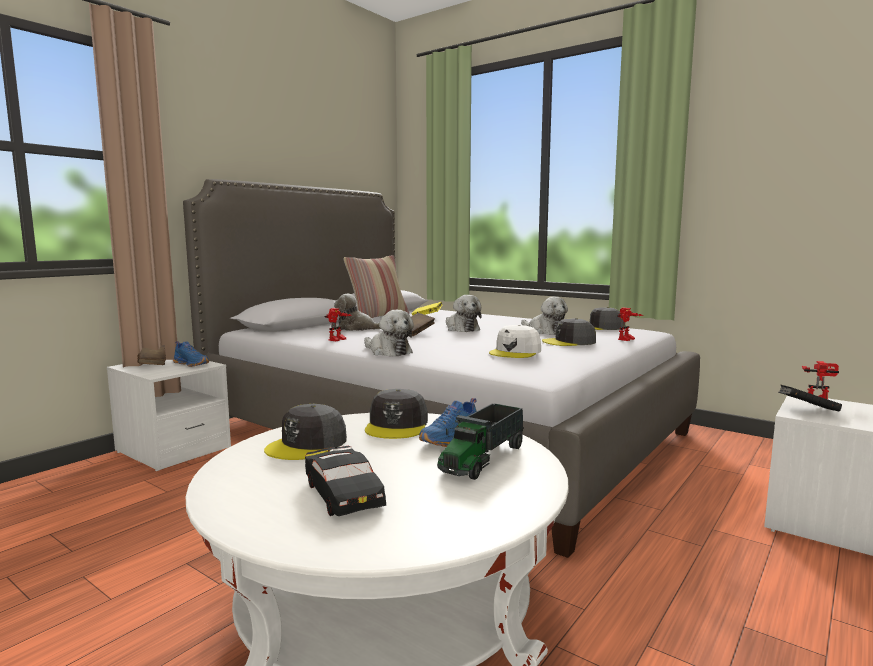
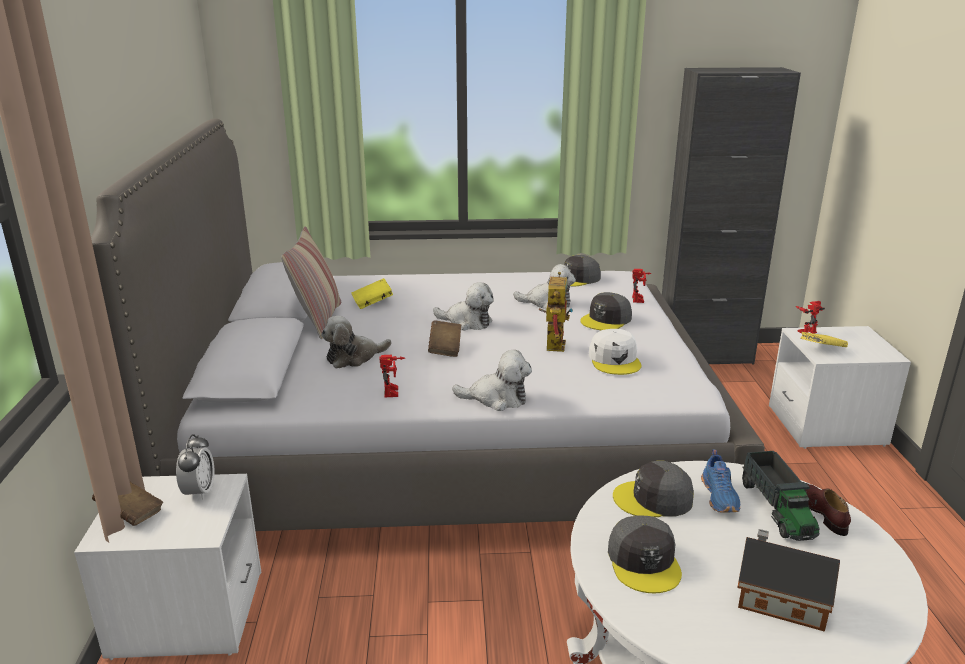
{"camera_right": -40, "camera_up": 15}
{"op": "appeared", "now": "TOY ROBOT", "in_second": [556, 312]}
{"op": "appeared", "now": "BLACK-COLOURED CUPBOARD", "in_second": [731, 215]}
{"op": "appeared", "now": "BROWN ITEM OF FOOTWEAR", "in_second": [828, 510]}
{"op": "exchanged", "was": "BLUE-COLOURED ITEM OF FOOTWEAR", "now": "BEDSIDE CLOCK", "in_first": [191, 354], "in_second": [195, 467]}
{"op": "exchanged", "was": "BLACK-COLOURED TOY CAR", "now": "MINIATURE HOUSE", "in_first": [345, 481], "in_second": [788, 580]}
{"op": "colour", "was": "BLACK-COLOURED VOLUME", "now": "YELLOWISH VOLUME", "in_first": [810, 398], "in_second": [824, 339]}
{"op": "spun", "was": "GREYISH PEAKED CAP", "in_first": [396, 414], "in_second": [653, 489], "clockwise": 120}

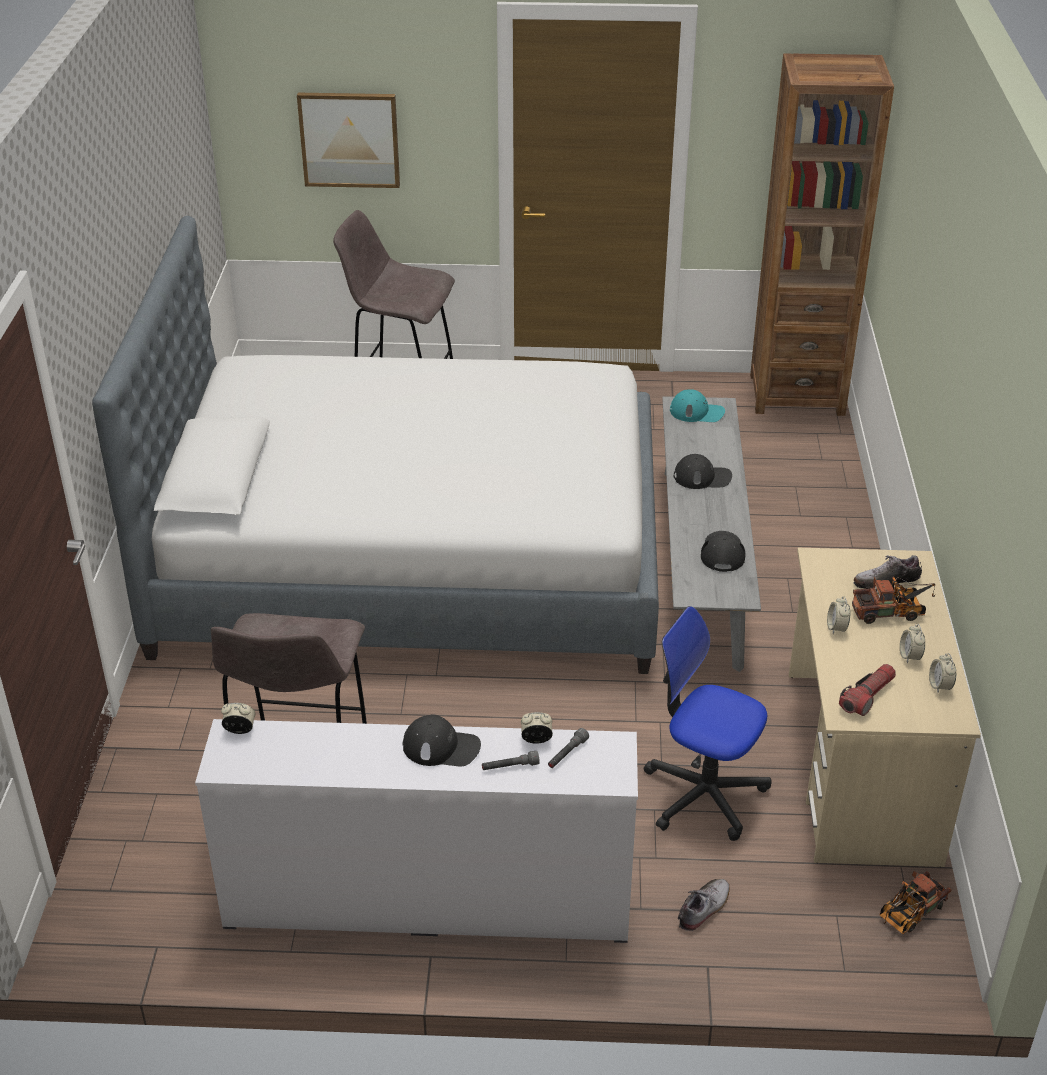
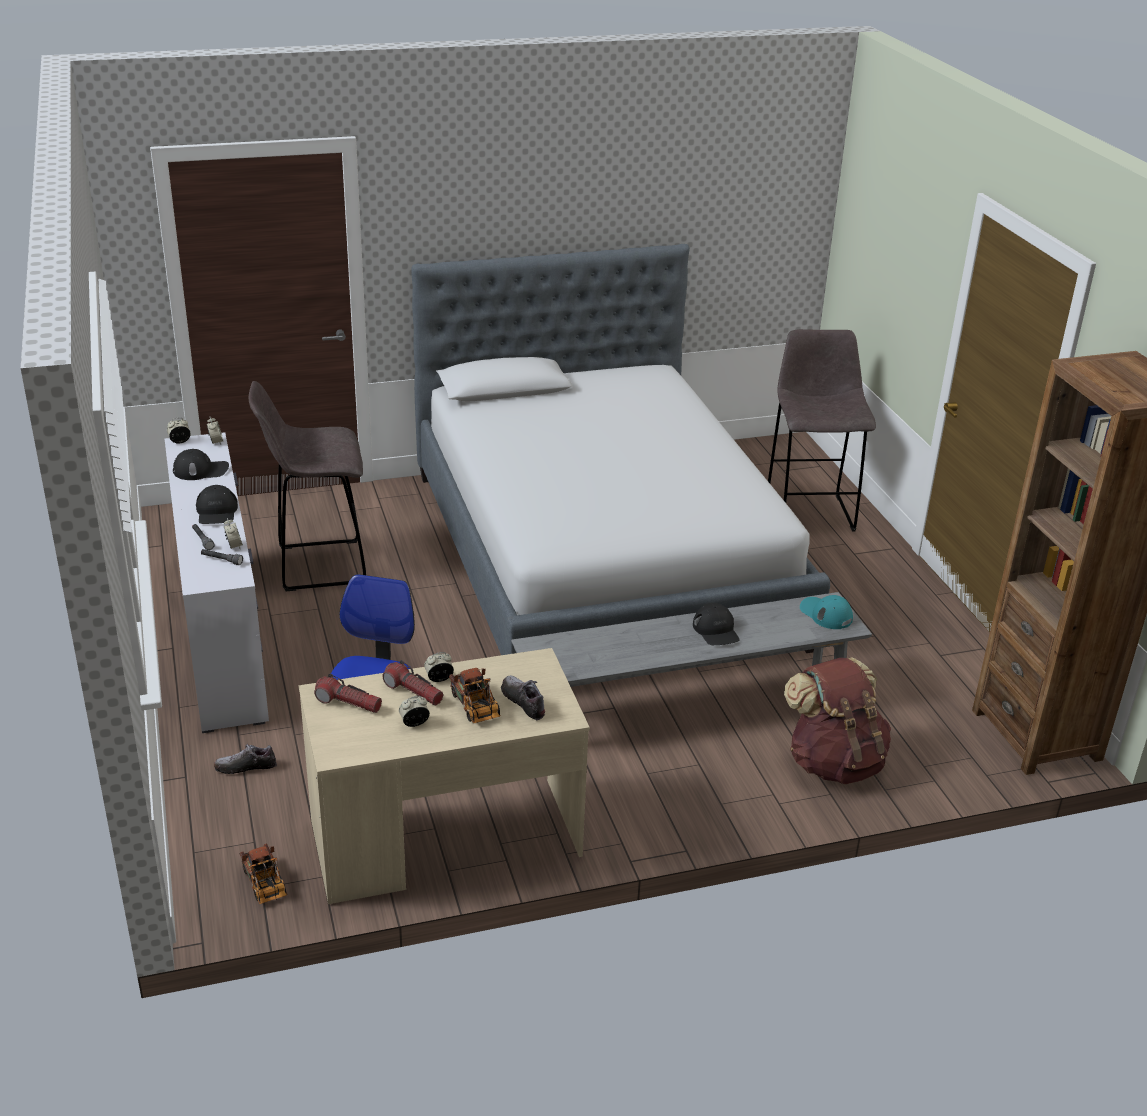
{"camera_right": 70, "camera_up": -5}
{"op": "missing", "was": "WALL PICTURE", "in_first": [348, 140]}
{"op": "appeared", "now": "TORCH", "in_second": [413, 682]}
{"op": "appeared", "now": "BROWN BACKPACK", "in_second": [837, 720]}
{"op": "relocated", "was": "BLACK-COLOURED PEAKED CAP", "in_first": [723, 551], "in_second": [201, 464]}
{"op": "relocated", "was": "BEDSIDE CLOCK", "in_first": [942, 673], "in_second": [179, 431]}
{"op": "spun", "was": "TURQUOISE-COLOURED PEAKED CAP", "in_first": [697, 405], "in_second": [826, 612], "clockwise": 150}
{"op": "spun", "was": "ITEM OF FOOTWEAR", "in_first": [704, 905], "in_second": [245, 759], "clockwise": 150}
{"op": "spun", "was": "TOY LORRY", "in_first": [915, 902], "in_second": [263, 874], "clockwise": -150}

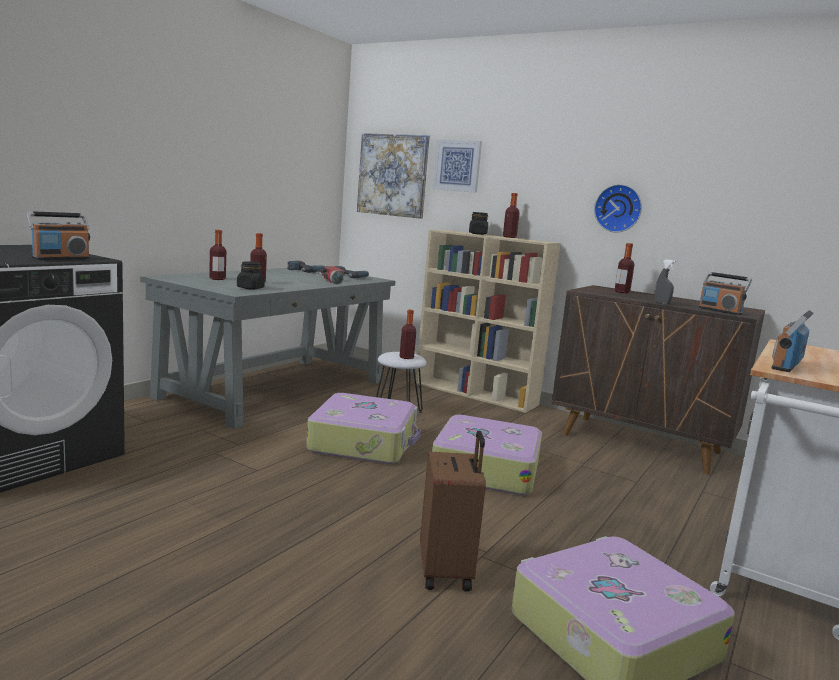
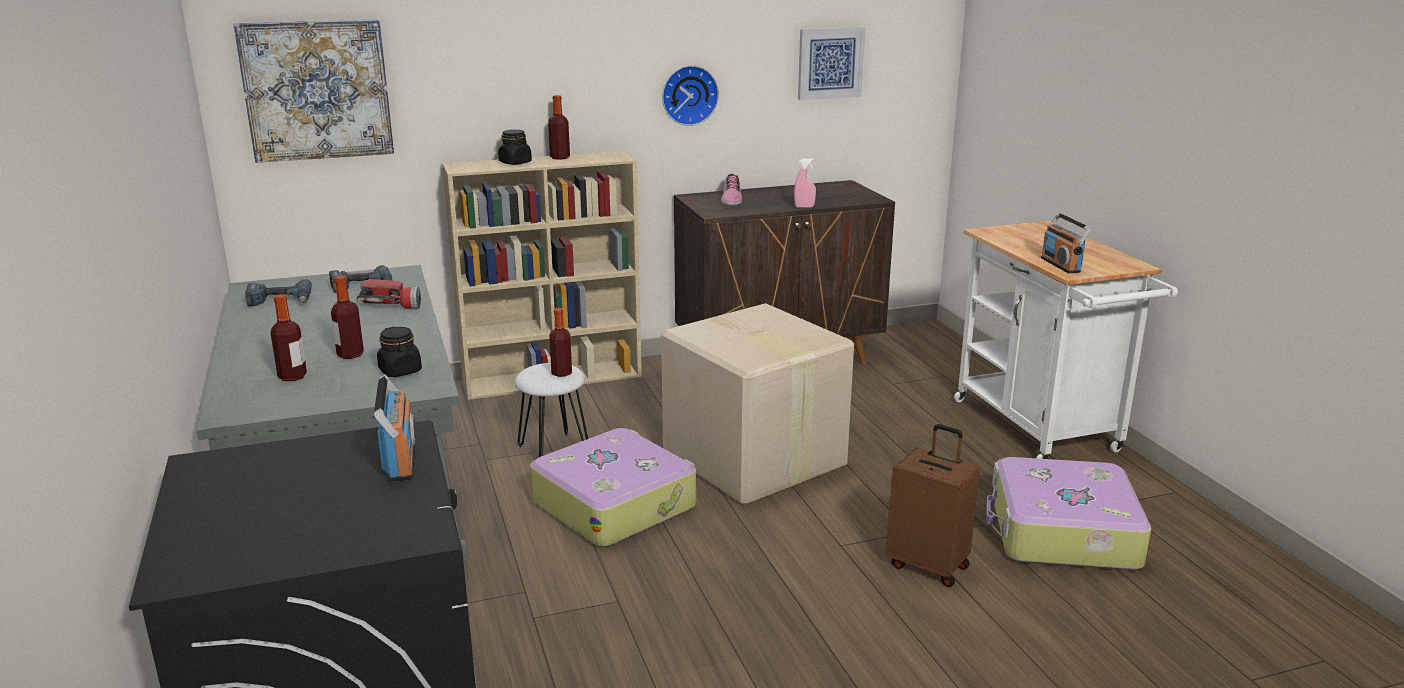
{"camera_right": -50, "camera_up": 10}
{"op": "missing", "was": "RADIO RECEIVER", "in_first": [725, 293]}
{"op": "relocated", "was": "WALL PICTURE", "in_first": [457, 166], "in_second": [831, 63]}
{"op": "exchanged", "was": "PIECE OF LUGGAGE", "now": "CARDBOARD BOX", "in_first": [487, 455], "in_second": [757, 404]}
{"op": "exchanged", "was": "DRINK BOTTLE", "now": "ITEM OF FOOTWEAR", "in_first": [624, 268], "in_second": [731, 190]}
{"op": "colour", "was": "GREYISH SPRAY BOTTLE", "now": "PINKISH SPRAY BOTTLE", "in_first": [665, 281], "in_second": [805, 183]}

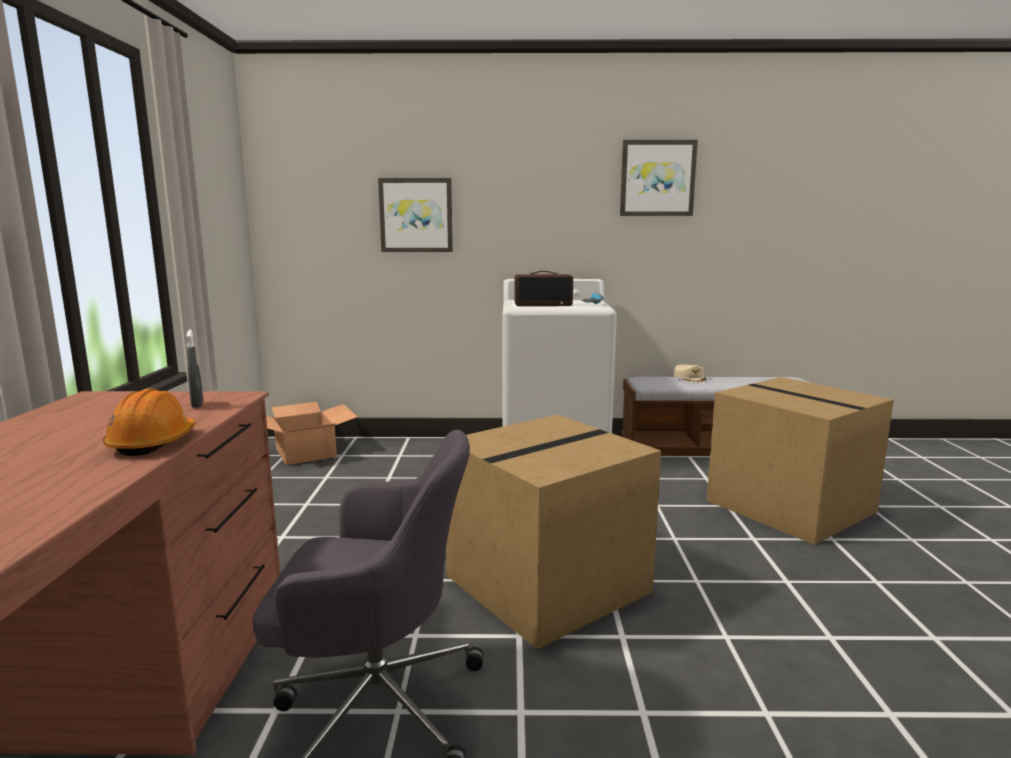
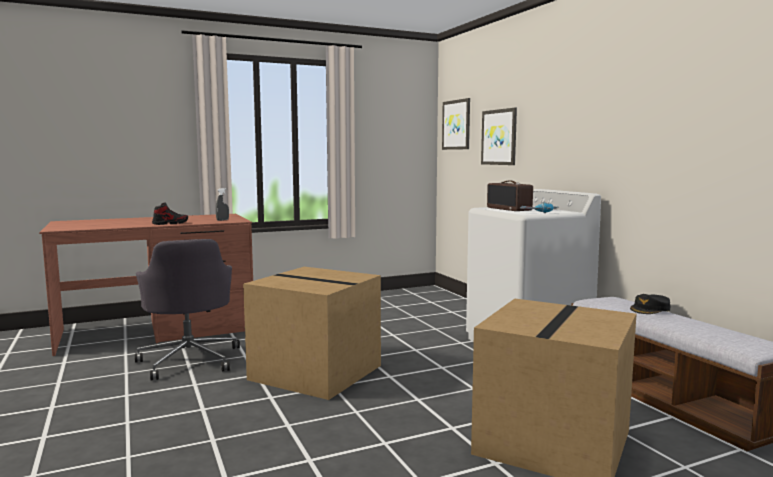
{"camera_right": 65, "camera_up": -5}
{"op": "missing", "was": "CARDBOARD BOX", "in_first": [311, 433]}
{"op": "relocated", "was": "WALL PICTURE", "in_first": [659, 178], "in_second": [456, 124]}
{"op": "exchanged", "was": "ORANGEY SAFETY HELMET", "now": "ITEM OF FOOTWEAR", "in_first": [149, 422], "in_second": [170, 213]}
{"op": "colour", "was": "BEIGE-COLOURED PEAKED CAP", "now": "BLACK-COLOURED PEAKED CAP", "in_first": [690, 374], "in_second": [650, 304]}

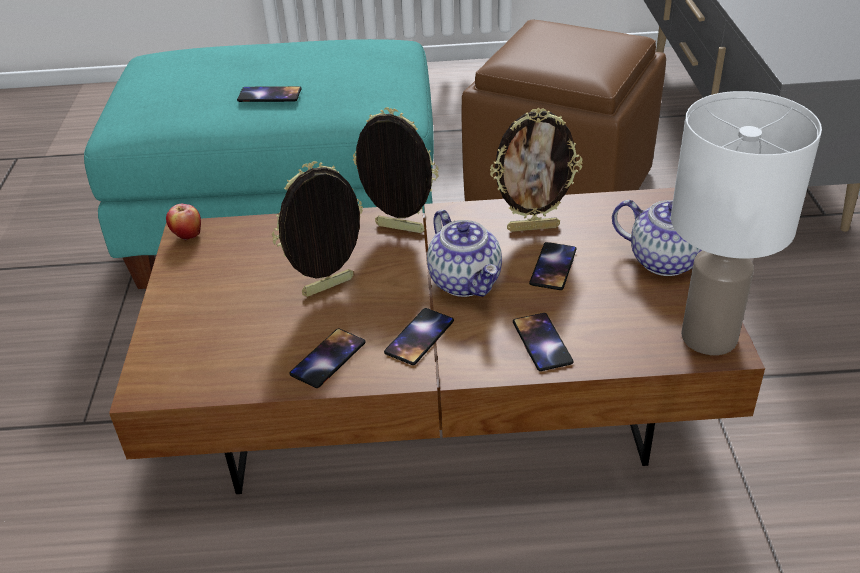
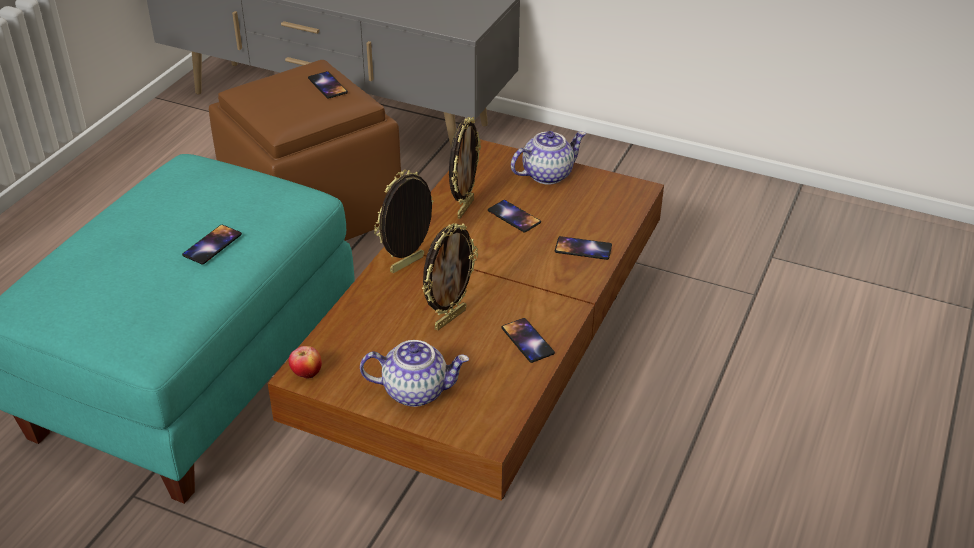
{"camera_right": -65, "camera_up": 0}
{"op": "missing", "was": "WHITISH TABLE LAMP", "in_first": [746, 223]}
{"op": "relocated", "was": "HANDSET", "in_first": [419, 336], "in_second": [328, 85]}
{"op": "relocated", "was": "POT FOR TEA", "in_first": [464, 253], "in_second": [414, 373]}
{"op": "spun", "was": "PHOTO FRAME", "in_first": [317, 229], "in_second": [450, 276], "clockwise": -135}

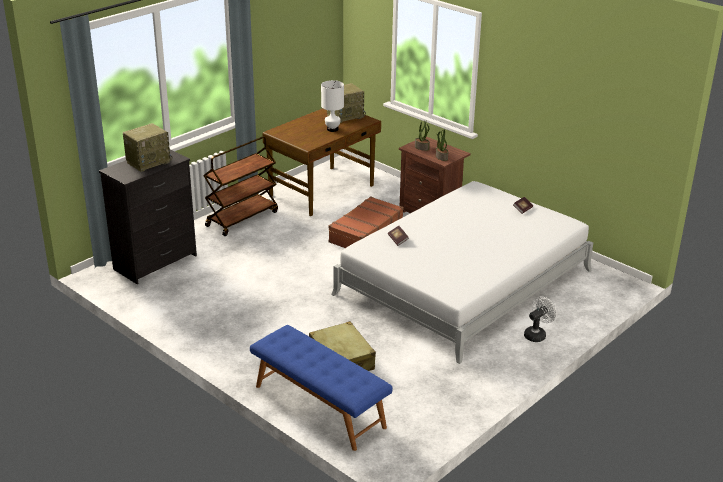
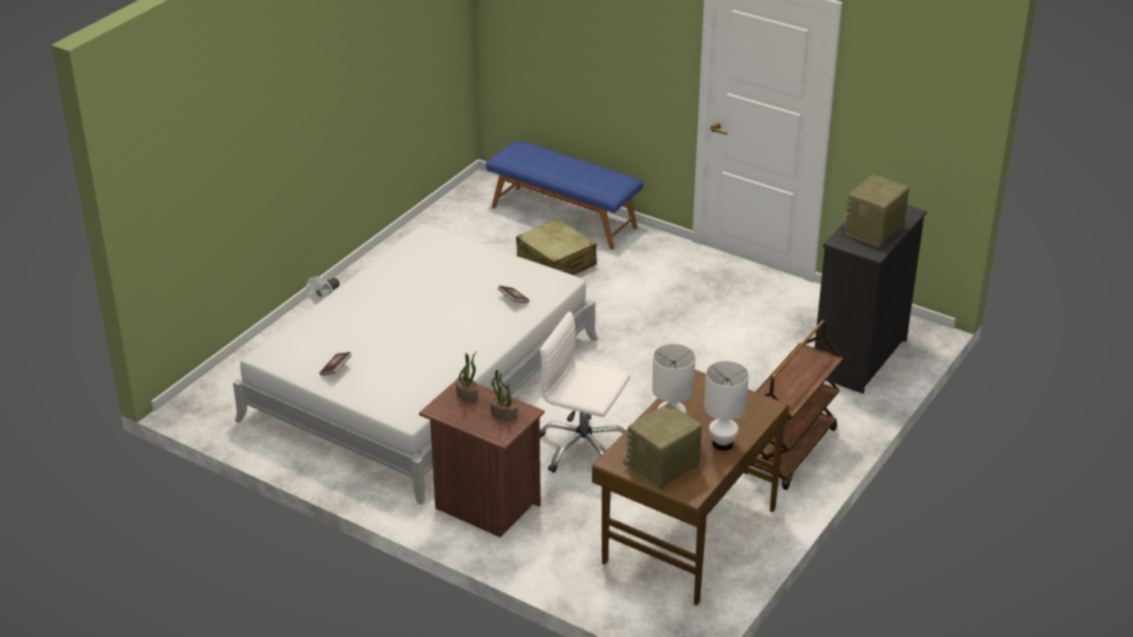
{"camera_right": 170, "camera_up": 5}
{"op": "appeared", "now": "WHITISH TABLE LAMP", "in_second": [726, 406]}
{"op": "exchanged", "was": "BROWN PIECE OF LUGGAGE", "now": "WHITISH COMPUTER CHAIR", "in_first": [366, 222], "in_second": [585, 392]}

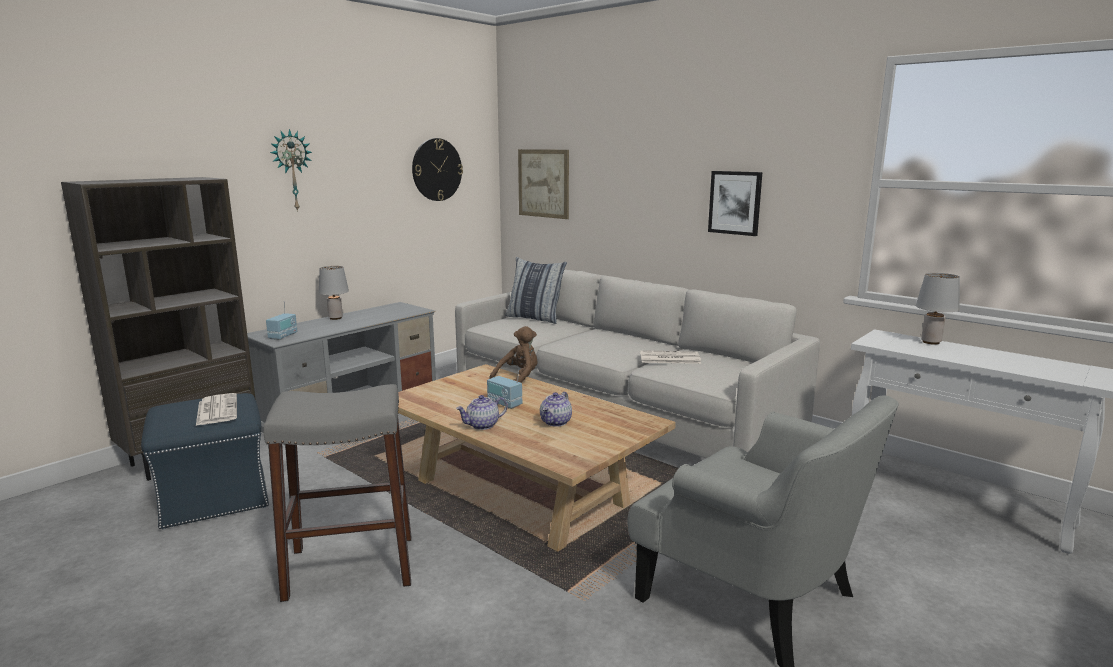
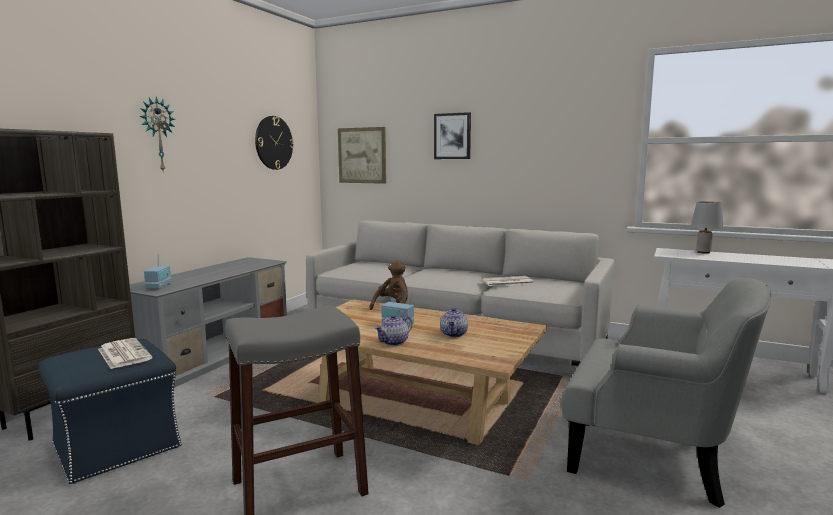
{"camera_right": -15, "camera_up": -5}
{"op": "missing", "was": "GREYISH TABLE LAMP", "in_first": [334, 293]}
{"op": "missing", "was": "THROW PILLOW", "in_first": [536, 290]}
{"op": "relocated", "was": "WALL PICTURE", "in_first": [735, 203], "in_second": [452, 135]}

